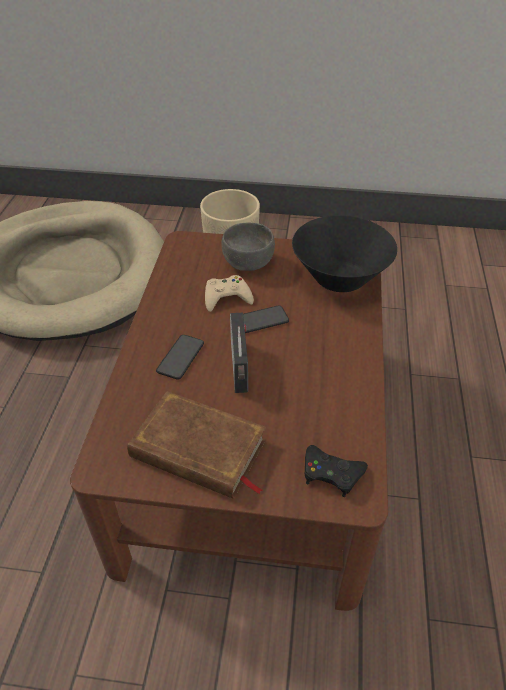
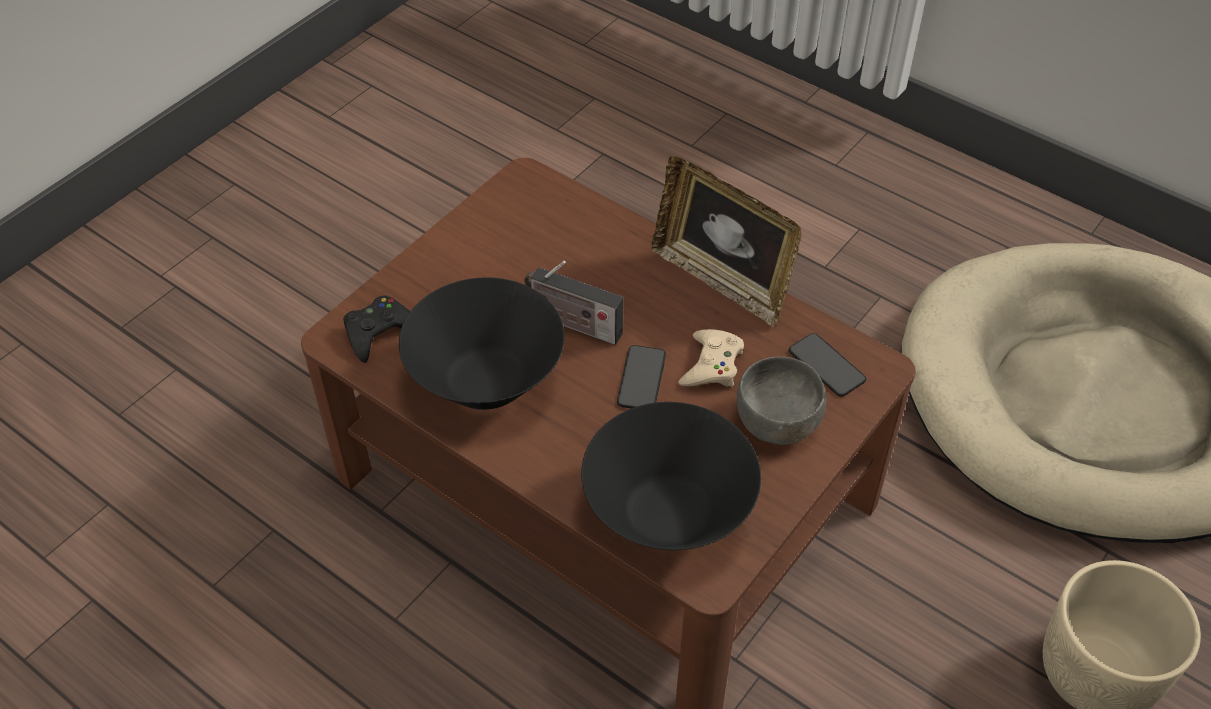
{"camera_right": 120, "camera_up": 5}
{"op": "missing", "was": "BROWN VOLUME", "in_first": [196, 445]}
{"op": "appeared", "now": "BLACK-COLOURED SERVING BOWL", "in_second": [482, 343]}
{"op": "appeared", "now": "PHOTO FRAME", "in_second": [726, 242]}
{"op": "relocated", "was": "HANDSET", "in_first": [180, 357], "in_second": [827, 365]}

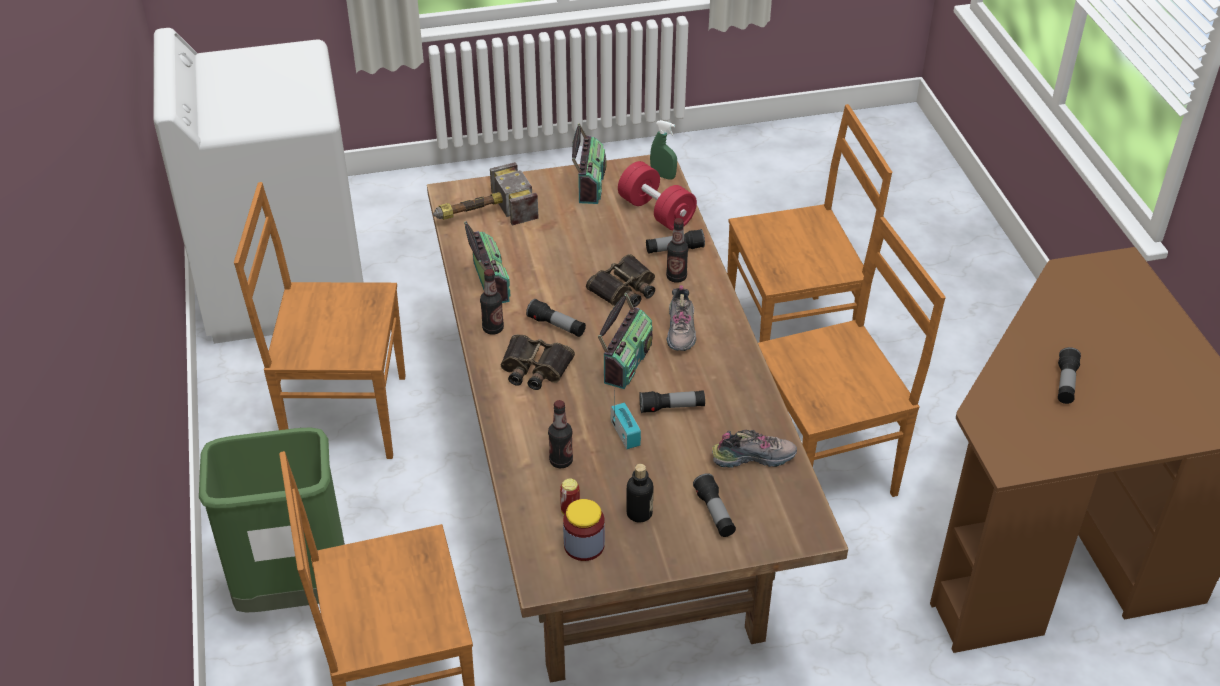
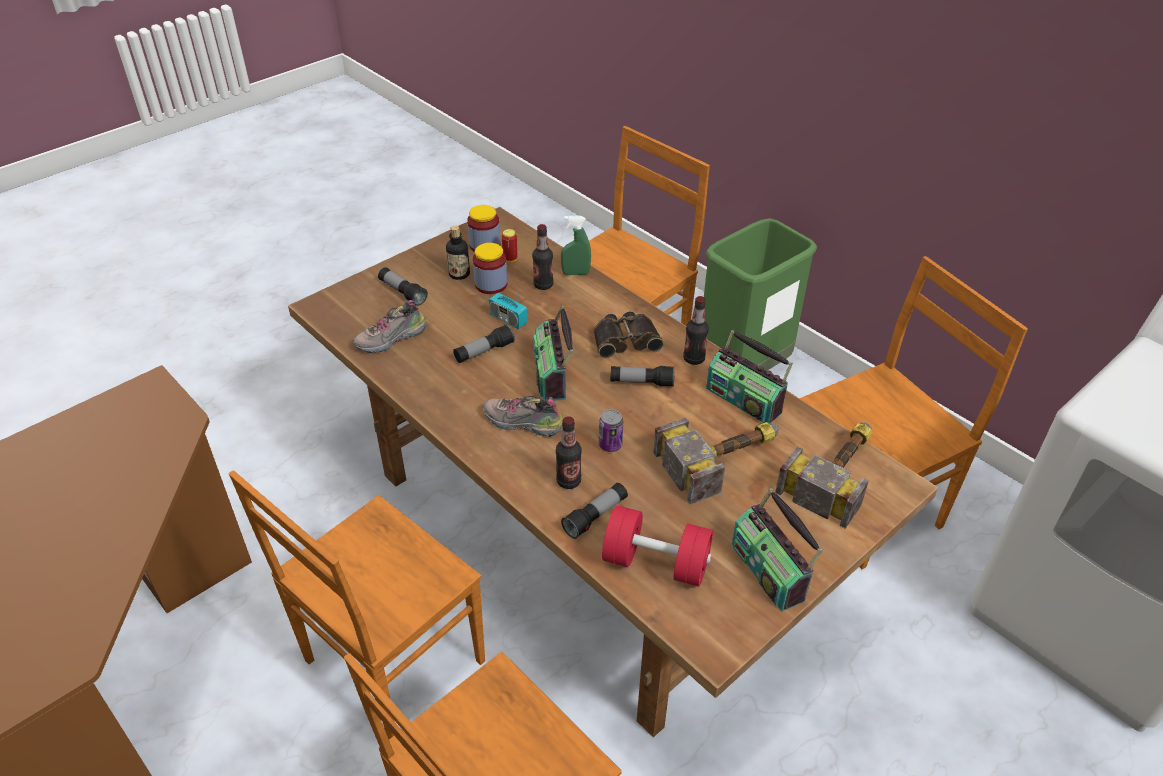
{"camera_right": 150, "camera_up": 0}
{"op": "missing", "was": "TORCH", "in_first": [1069, 375]}
{"op": "appeared", "now": "PRESERVE JAR", "in_second": [490, 268]}
{"op": "appeared", "now": "TOOL HAMMER", "in_second": [716, 461]}
{"op": "relocated", "was": "GREEN SPRAY BOTTLE", "in_first": [663, 150], "in_second": [576, 245]}
{"op": "exchanged", "was": "BINOCULARS", "now": "METAL CAN", "in_first": [620, 280], "in_second": [611, 430]}
{"op": "spun", "was": "ITEM OF FOOTWEAR", "in_first": [681, 318], "in_second": [523, 416], "clockwise": -45}

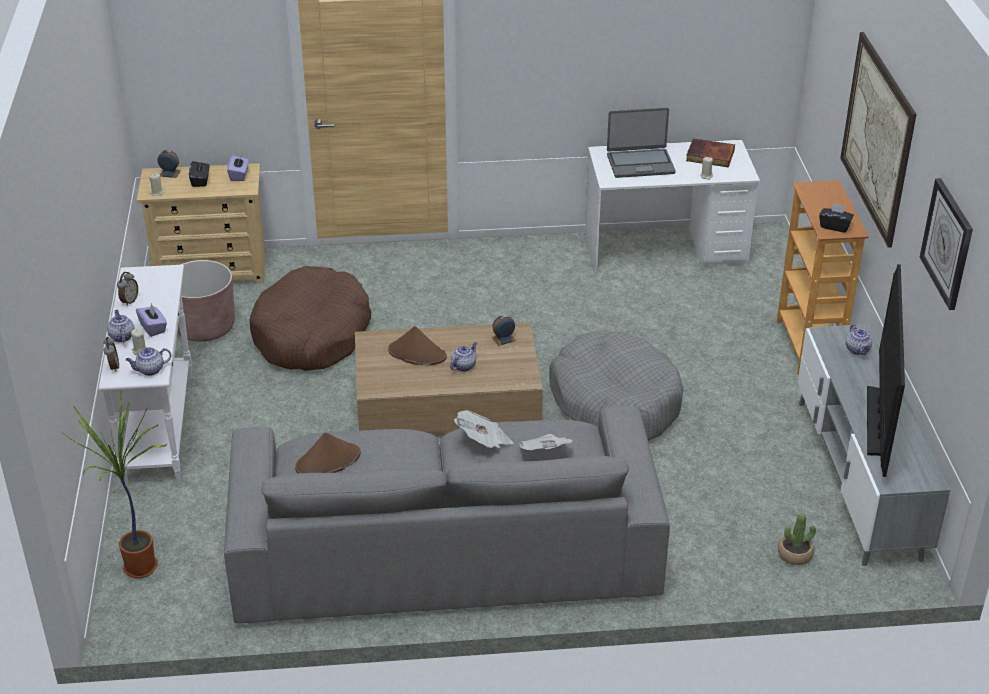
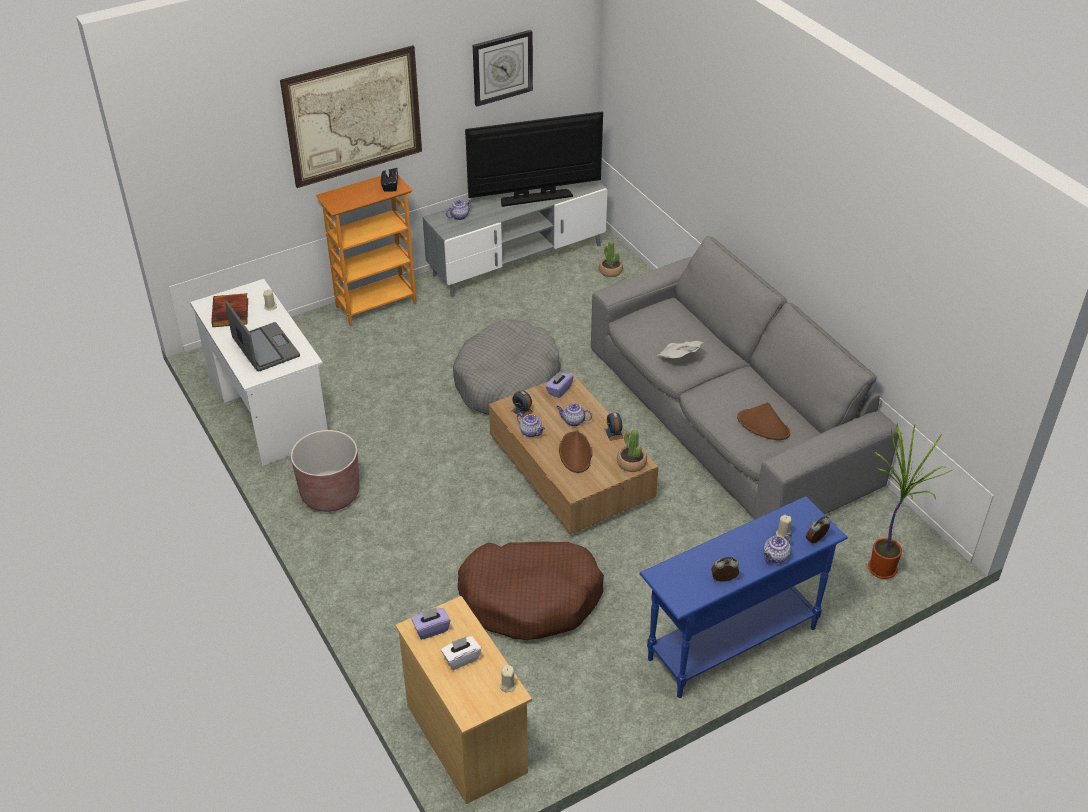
{"camera_right": -115, "camera_up": 5}
{"op": "missing", "was": "DAILY PAPER", "in_first": [545, 442]}
{"op": "appeared", "now": "POTTED PLANT", "in_second": [632, 451]}
{"op": "relocated", "was": "POT FOR TEA", "in_first": [148, 361], "in_second": [531, 425]}
{"op": "relocated", "was": "PURPLE-COLOURED BOX OF TISSUES", "in_first": [151, 320], "in_second": [559, 384]}
{"op": "relocated", "was": "BEDSIDE CLOCK", "in_first": [169, 164], "in_second": [614, 426]}
{"op": "relocated", "was": "BROWN PLANT POT", "in_first": [206, 301], "in_second": [325, 471]}
{"op": "colour", "was": "WHITISH NARROW TABLE", "now": "BLUE-COLOURED NARROW TABLE", "in_first": [145, 376], "in_second": [744, 597]}
{"op": "colour", "was": "BLACK-COLOURED BOX OF TISSUES", "now": "WHITISH BOX OF TISSUES", "in_first": [199, 174], "in_second": [461, 653]}

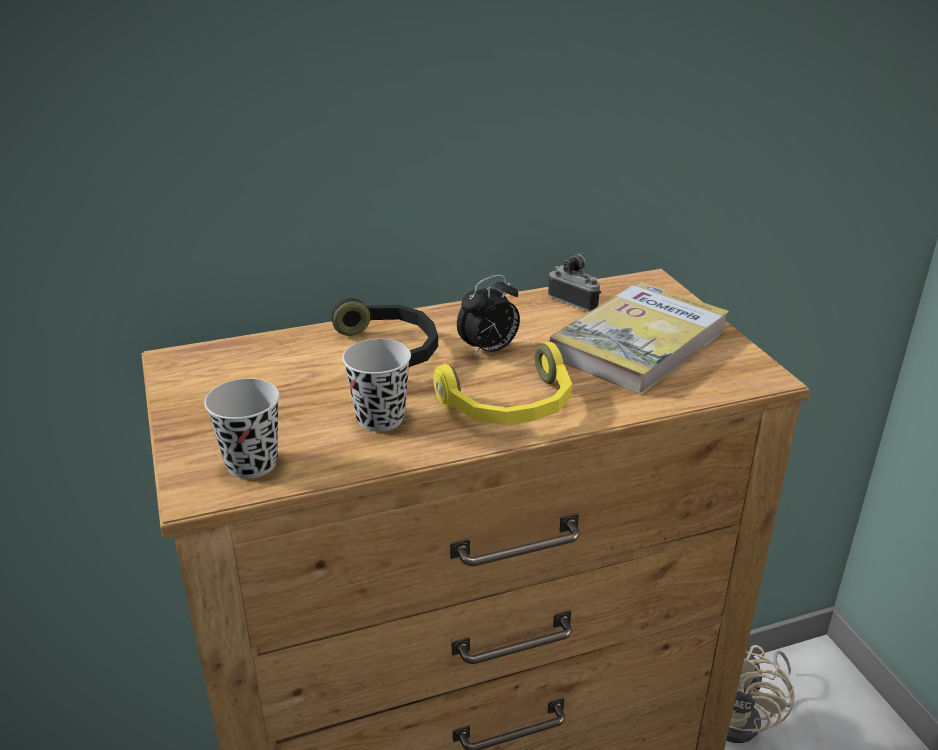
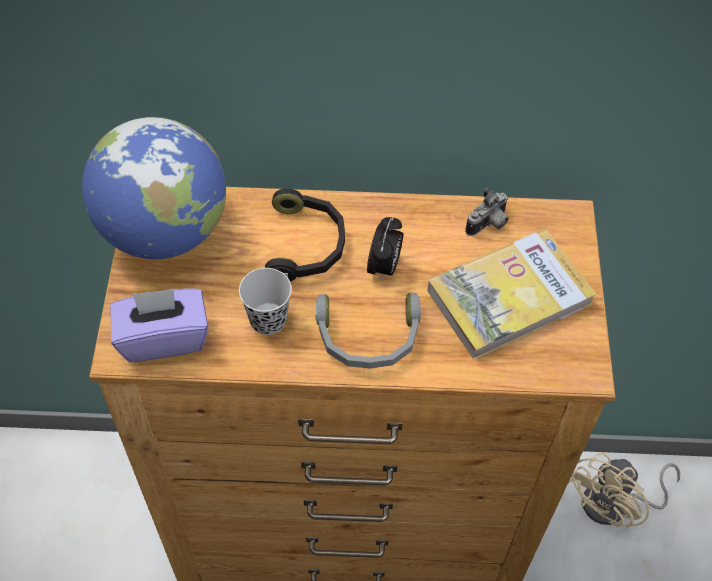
{"camera_right": 20, "camera_up": 25}
{"op": "appeared", "now": "DESK GLOBE", "in_second": [154, 188]}
{"op": "exchanged", "was": "BLACK-COLOURED DRINKING CUP", "now": "PURPLE-COLOURED BOX OF TISSUES", "in_first": [242, 429], "in_second": [159, 325]}
{"op": "colour", "was": "YELLOWISH PAIR OF HEADPHONES", "now": "GREYISH PAIR OF HEADPHONES", "in_first": [502, 383], "in_second": [368, 330]}
{"op": "spun", "was": "BEDSIDE CLOCK", "in_first": [488, 316], "in_second": [385, 249], "clockwise": -60}
{"op": "spun", "was": "STILL CAMERA", "in_first": [574, 282], "in_second": [487, 211], "clockwise": 75}

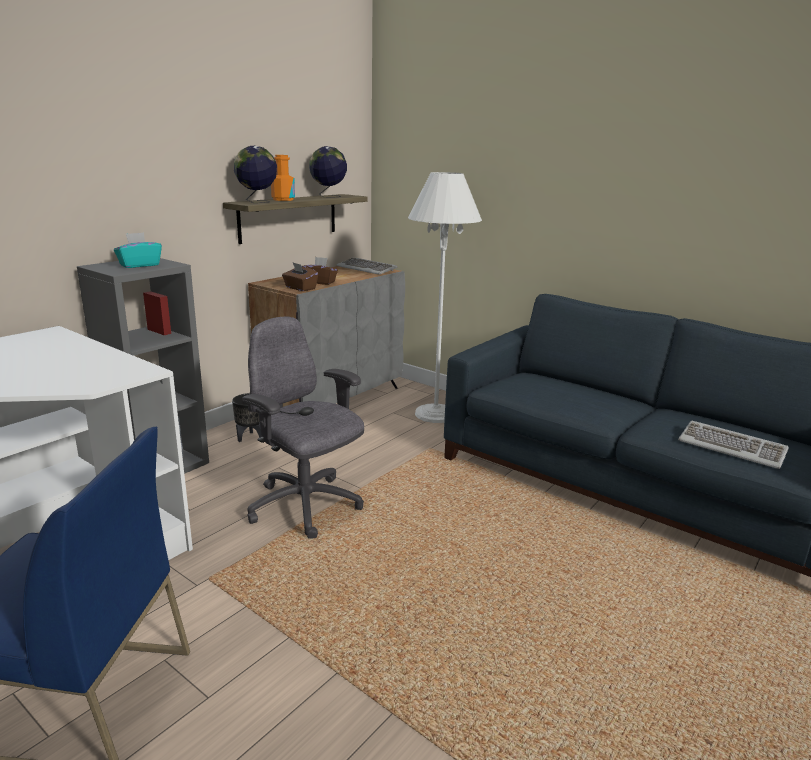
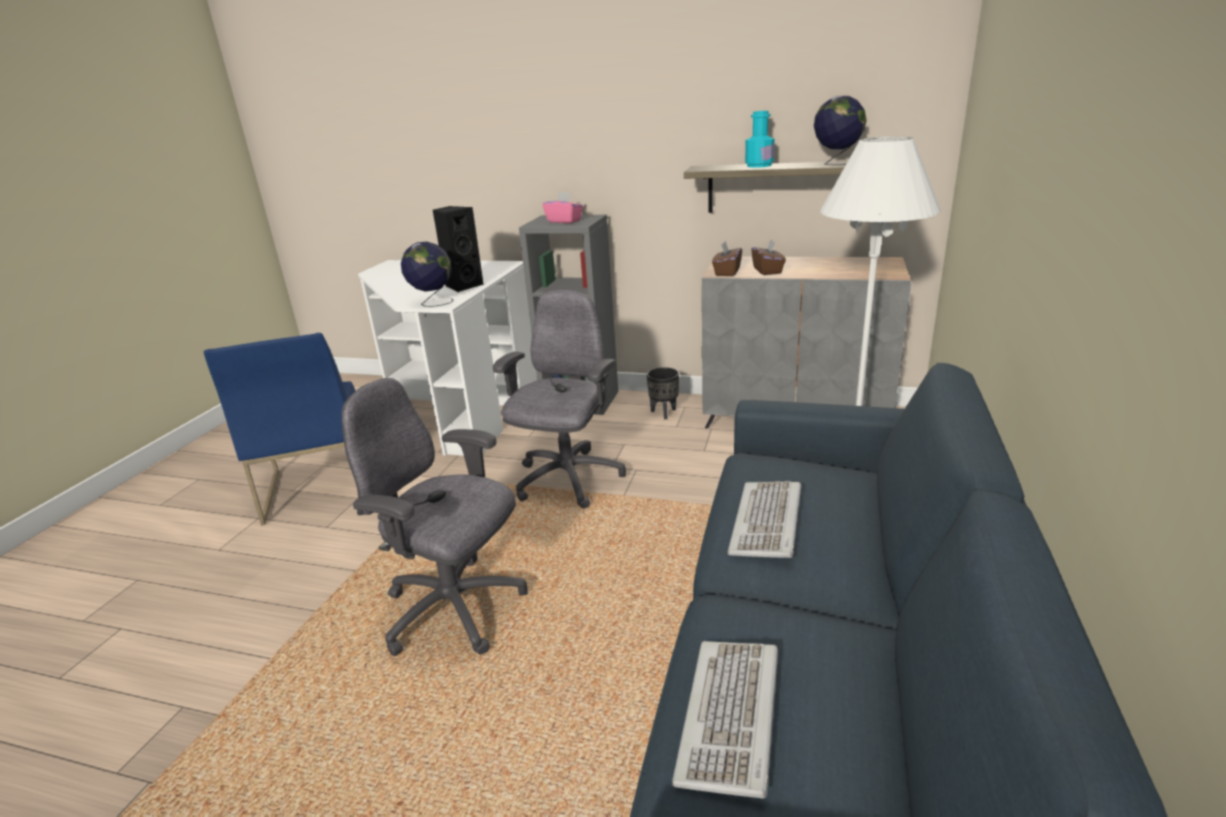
{"camera_right": 70, "camera_up": 5}
{"op": "appeared", "now": "GREYISH COMPUTER CHAIR", "in_second": [434, 517]}
{"op": "appeared", "now": "BLACK-COLOURED LOUDSPEAKER", "in_second": [458, 249]}
{"op": "relocated", "was": "DESK GLOBE", "in_first": [255, 174], "in_second": [427, 274]}
{"op": "relocated", "was": "PC KEYBOARD", "in_first": [366, 266], "in_second": [764, 519]}
{"op": "colour", "was": "TURQUOISE-COLOURED BOX OF TISSUES", "now": "PINKISH BOX OF TISSUES", "in_first": [138, 250], "in_second": [563, 207]}
{"op": "colour", "was": "ORANGEY DRINK BOTTLE", "now": "TURQUOISE-COLOURED DRINK BOTTLE", "in_first": [283, 178], "in_second": [760, 139]}

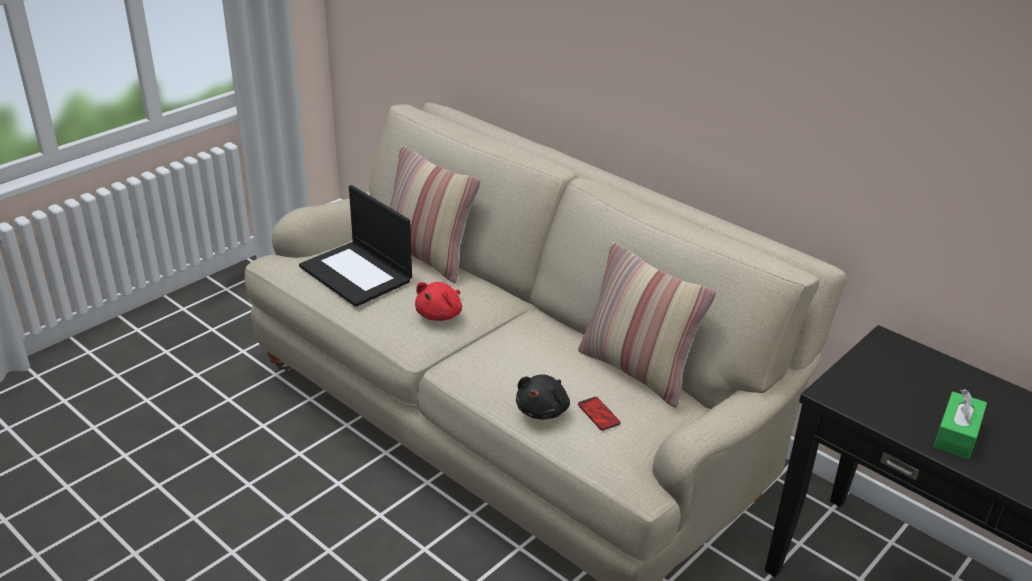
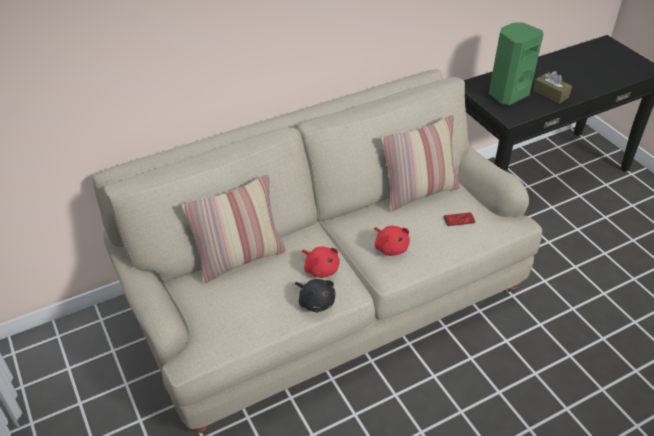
{"camera_right": -70, "camera_up": 10}
{"op": "missing", "was": "LAPTOP", "in_first": [355, 246]}
{"op": "appeared", "now": "RED-COLOURED CUDDLY TOY", "in_second": [392, 241]}
{"op": "appeared", "now": "GREEN LOUDSPEAKER", "in_second": [516, 64]}
{"op": "relocated", "was": "BLACK-COLOURED CUDDLY TOY", "in_first": [543, 396], "in_second": [315, 295]}
{"op": "colour", "was": "GREEN BOX OF TISSUES", "now": "BROWN BOX OF TISSUES", "in_first": [960, 424], "in_second": [552, 87]}

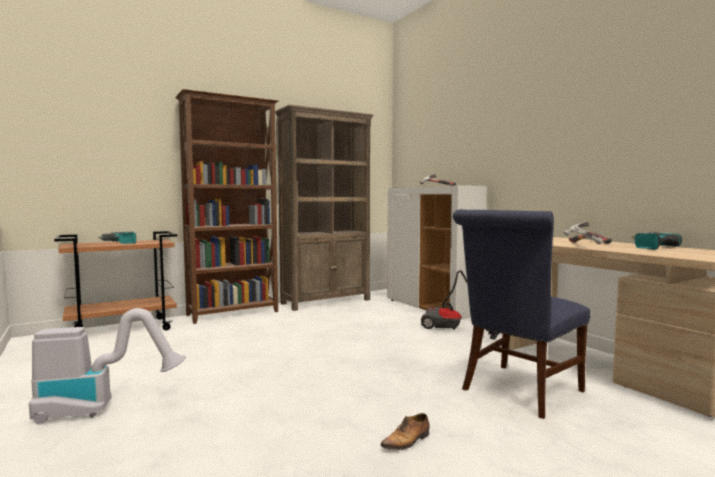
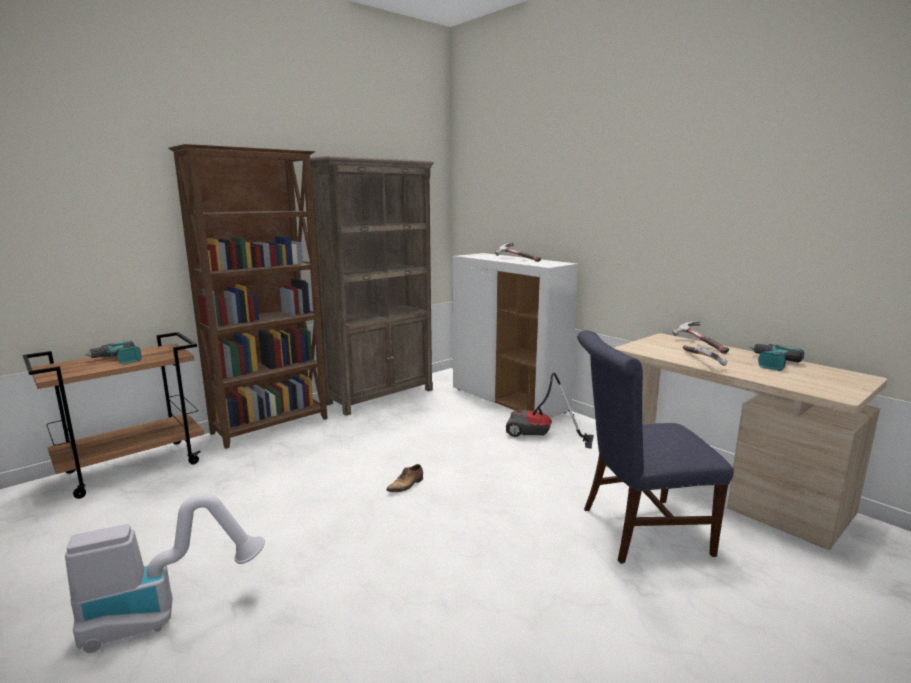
{"camera_right": -10, "camera_up": 10}
{"op": "relocated", "was": "ITEM OF FOOTWEAR", "in_first": [405, 433], "in_second": [404, 478]}
{"op": "spun", "was": "BLUE-COLOURED UPRIGHT CHAIR", "in_first": [521, 314], "in_second": [655, 447], "clockwise": 45}

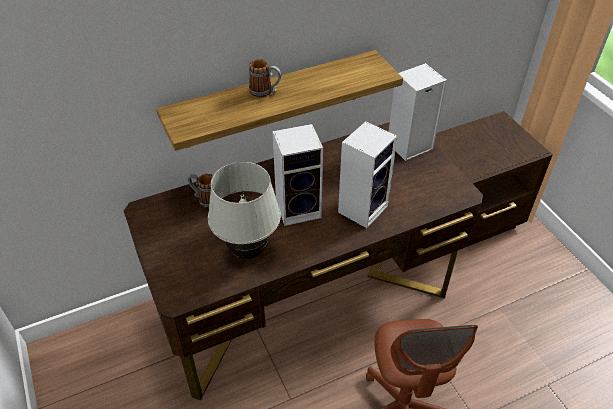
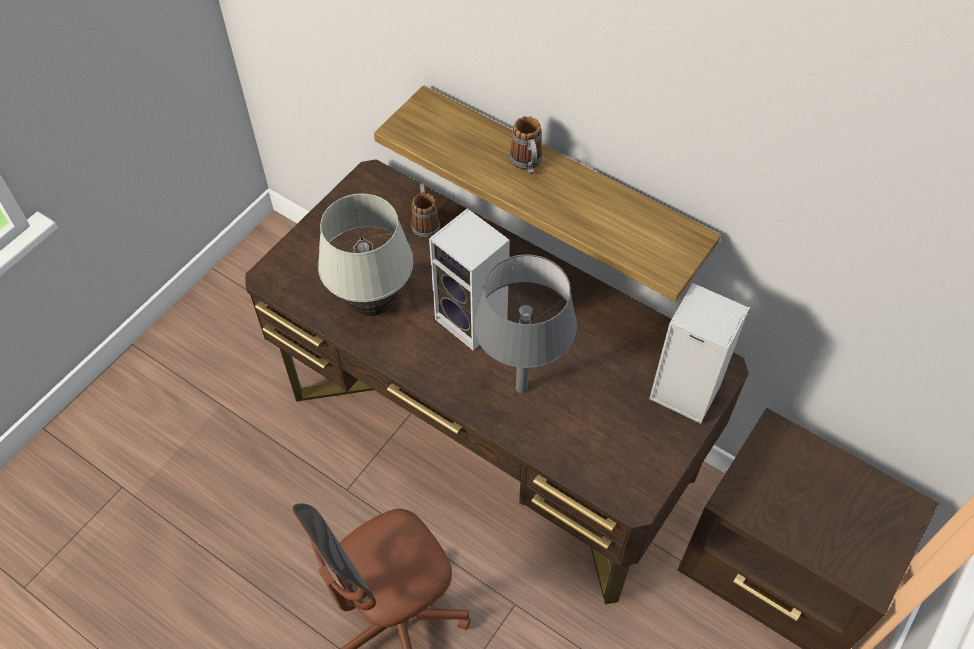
{"camera_right": 60, "camera_up": 10}
{"op": "exchanged", "was": "LOUDSPEAKER", "now": "GREYISH TABLE LAMP", "in_first": [367, 174], "in_second": [525, 323]}

